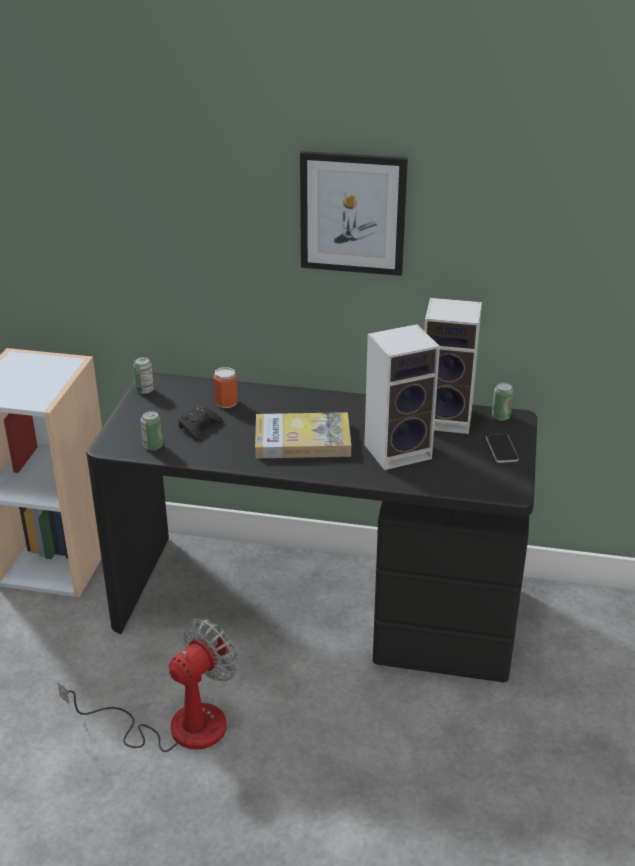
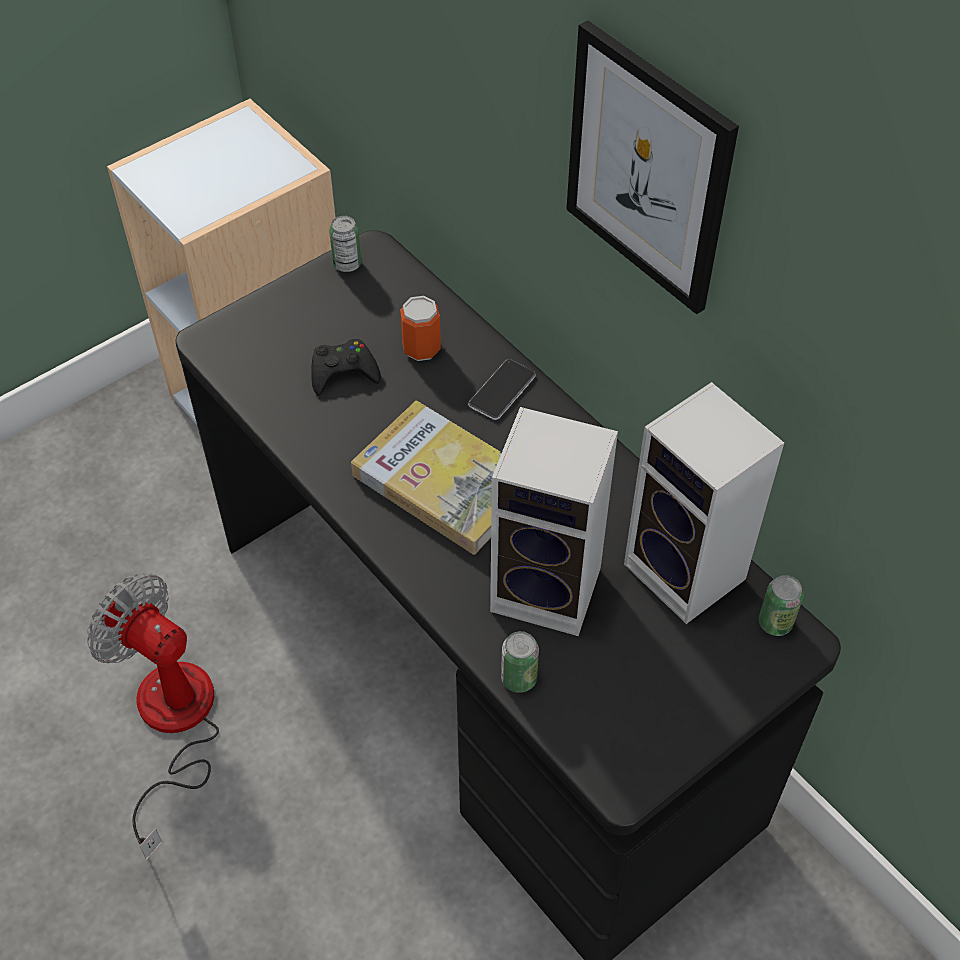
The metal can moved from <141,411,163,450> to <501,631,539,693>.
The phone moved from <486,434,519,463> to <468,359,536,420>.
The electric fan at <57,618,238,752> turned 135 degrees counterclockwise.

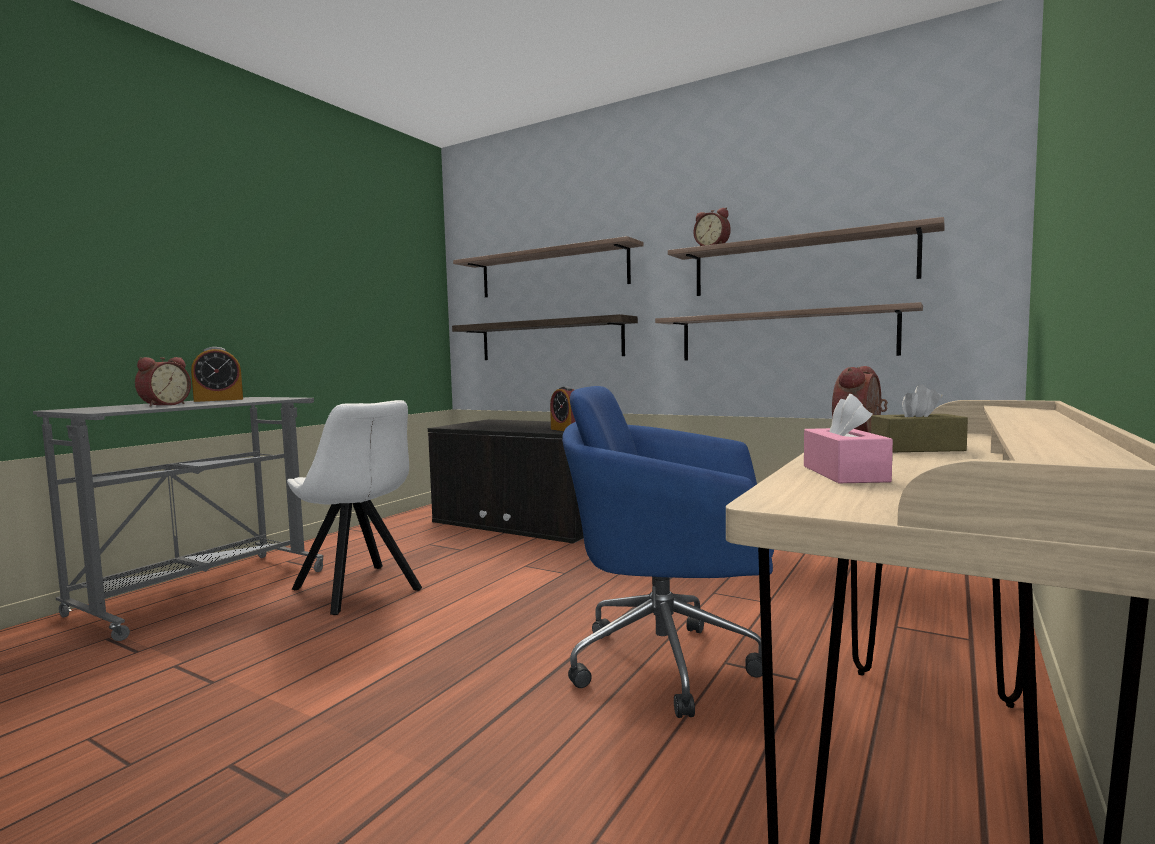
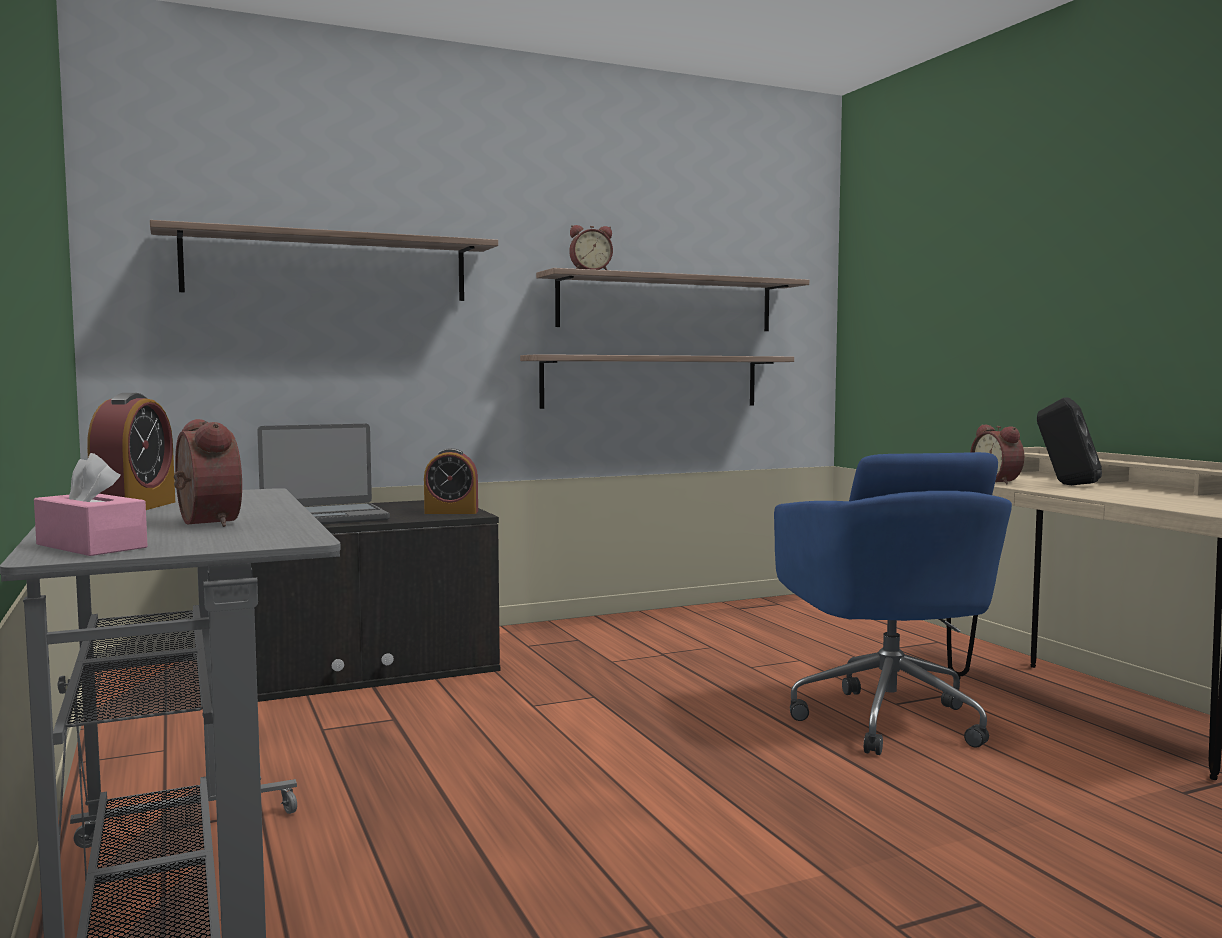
The bracket shelf at <452,314,638,360> disappeared.
The brown tissue box at <871,384,968,452> was replaced by the black audio speaker at <1037,397,1102,485>.
The blue computer chair at <562,386,774,718> turned 60 degrees counterclockwise.
The pink tissue box moved from <804,394,893,483> to <34,453,148,556>.
The white upright chair at <287,400,422,615> disappeared.
The portable computer at <257,424,390,524> appeared.

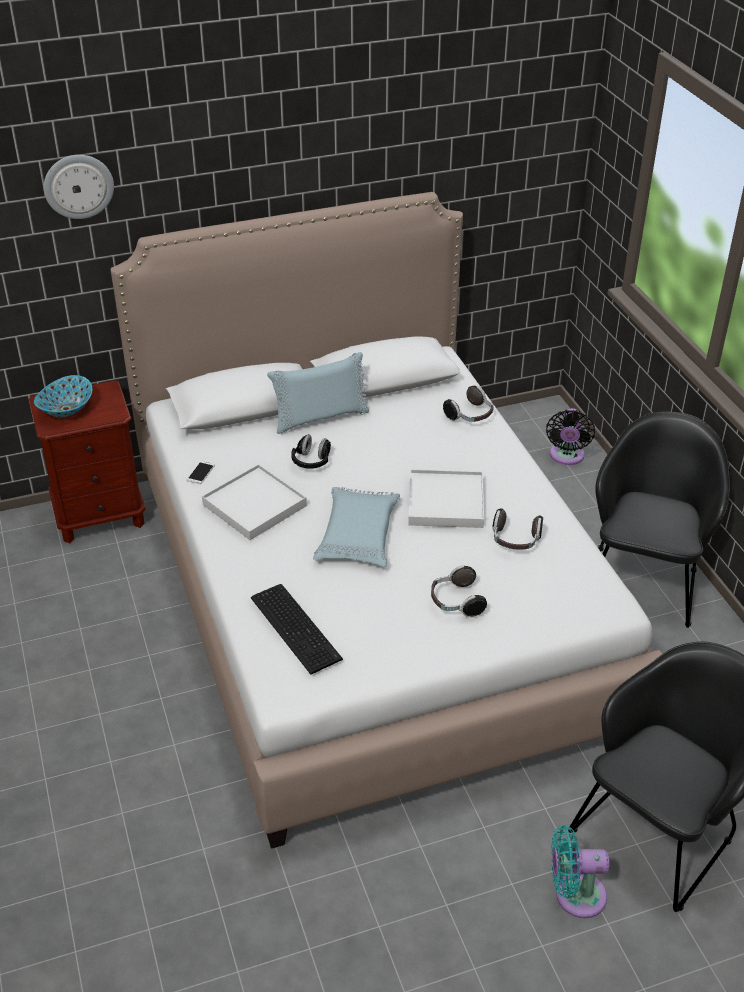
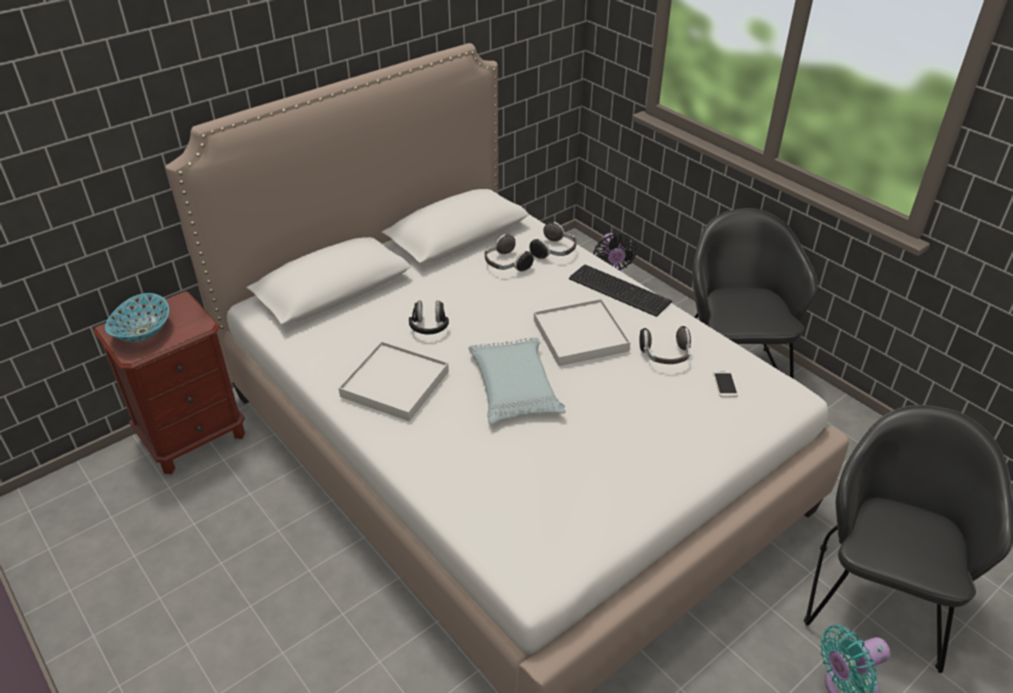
The hanging clock at <44,155,114,219> disappeared.
The blue cushion at <267,352,369,434> disappeared.
The phone moved from <187,461,215,484> to <713,371,738,397>.
The headset moved from <431,565,487,617> to <484,234,534,272>.
The PC keyboard moved from <251,584,343,675> to <569,264,672,317>.

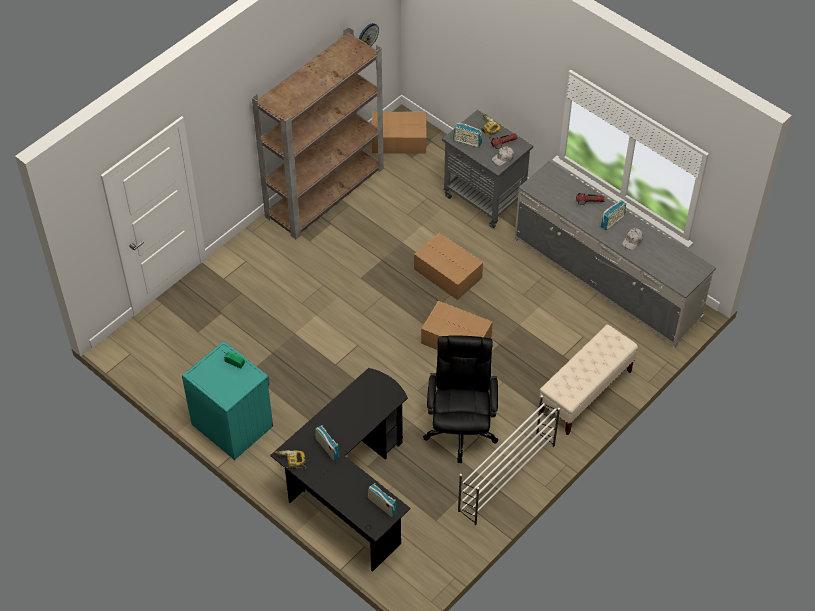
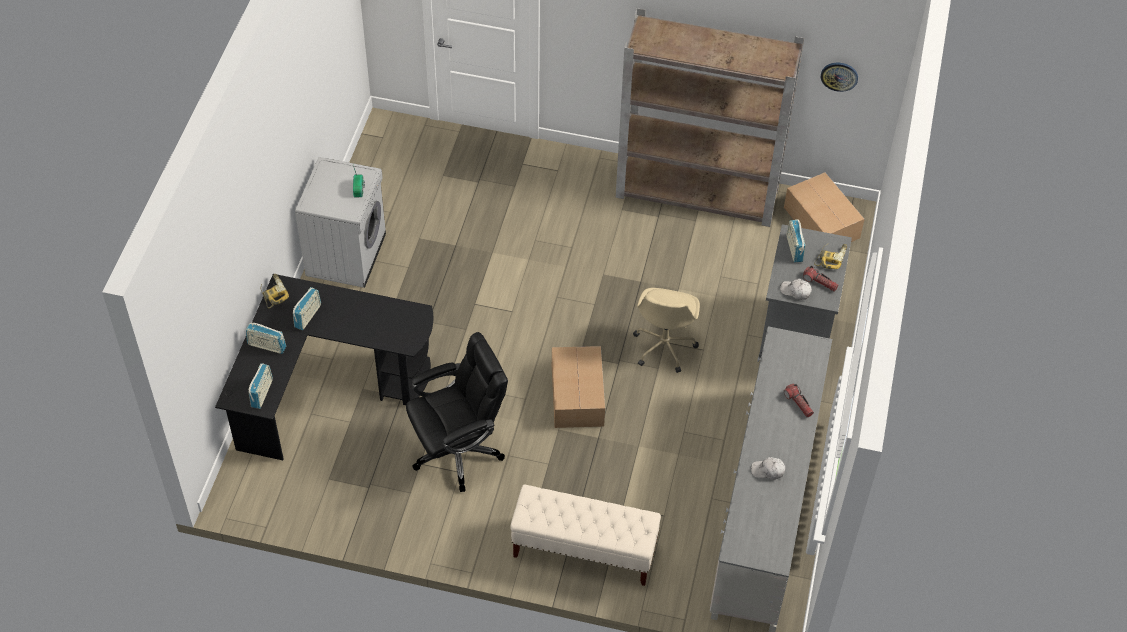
The radio receiver moved from <600,200,626,230> to <246,323,286,354>.
The packing box at <414,233,483,300> was replaced by the sand-coloured computer chair at <633,288,700,373>.
The turquoise washing machine at <182,341,273,460> became the white washing machine at <295,157,386,288>.
The white shoe rack at <458,395,560,526> disappeared.

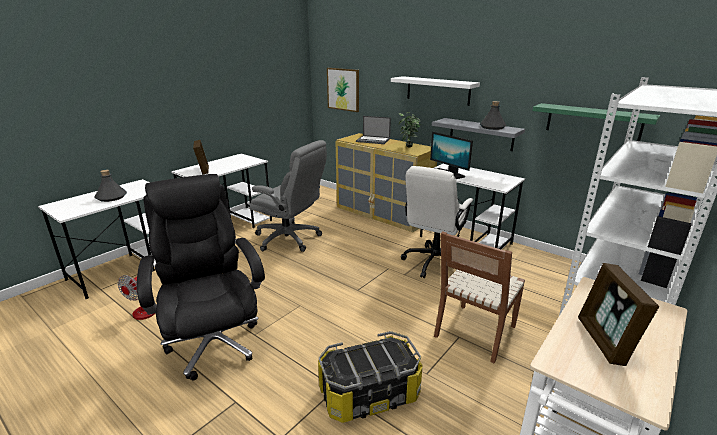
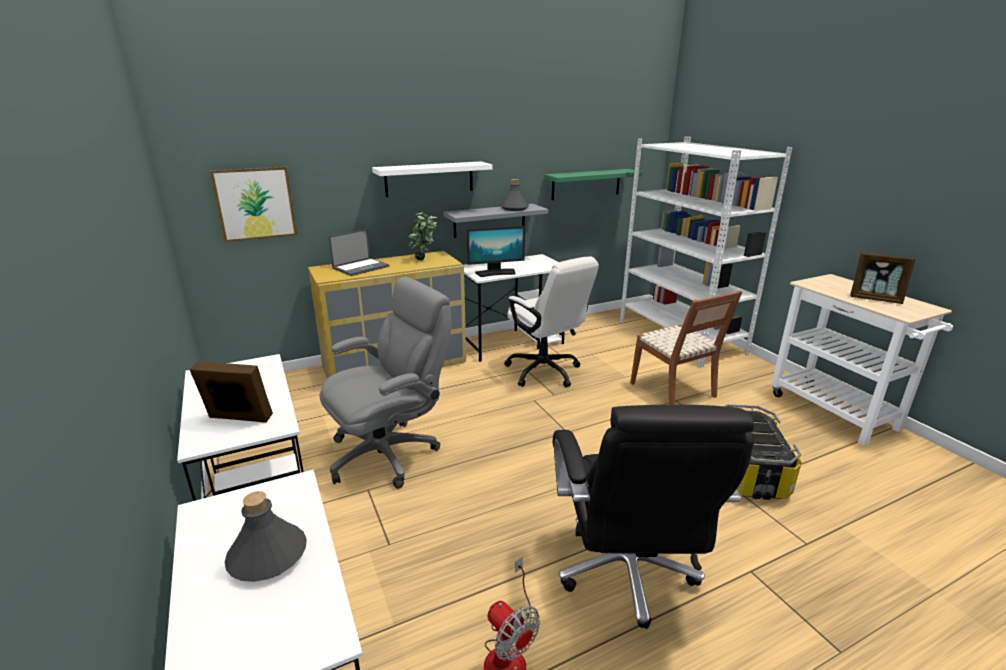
The black computer chair at <137,174,265,380> turned 90 degrees counterclockwise.

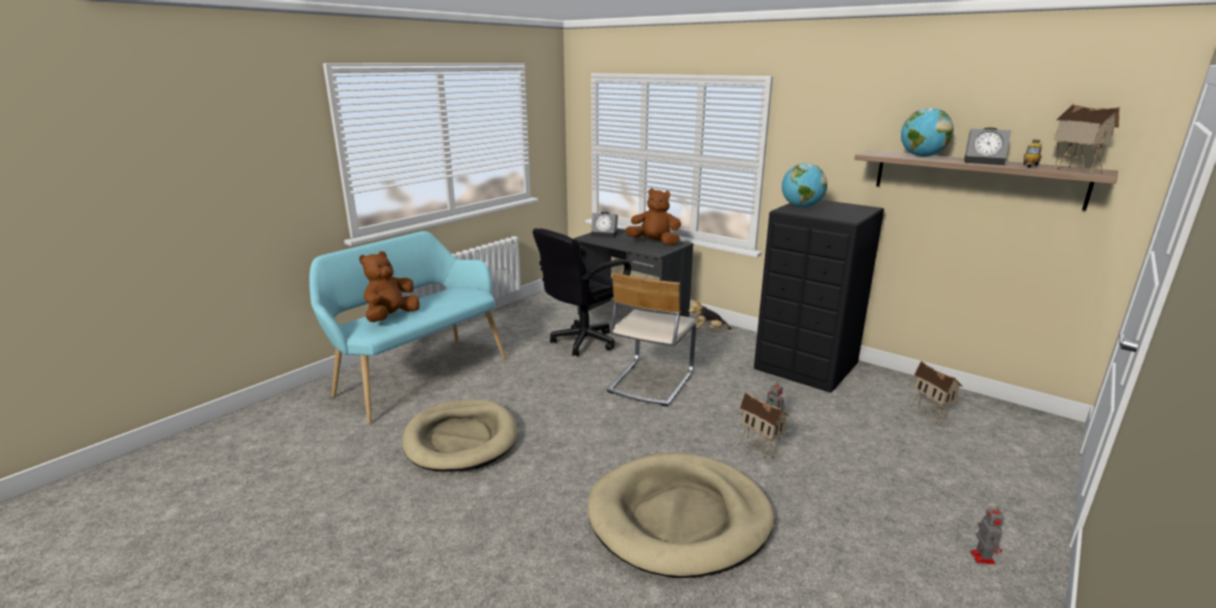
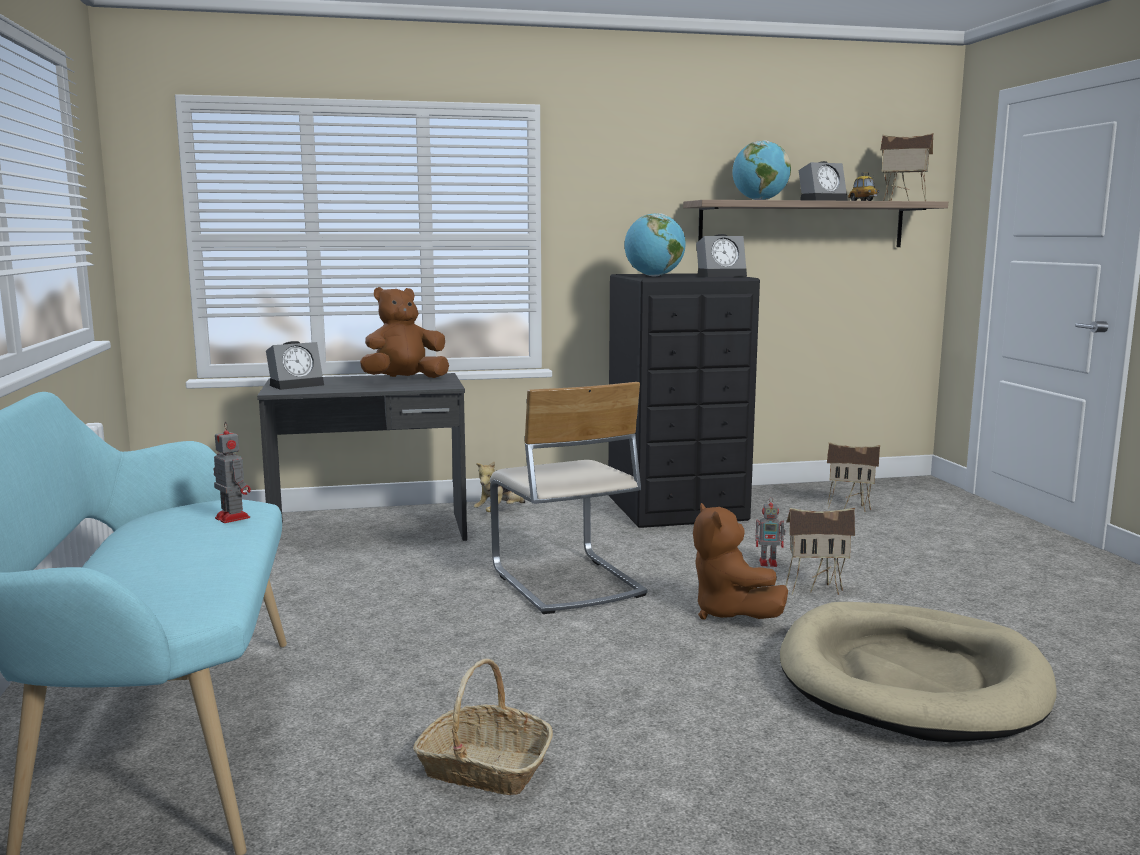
The black computer chair at <533,228,631,357> disappeared.
The brown cuddly toy moved from <359,251,420,322> to <693,503,788,620>.
The sand-coloured dog cushion at <403,399,517,472> was replaced by the basket at <413,659,553,795>.
The model robot moved from <970,506,1004,565> to <213,422,251,523>.
The bedside clock at <696,234,747,277> appeared.

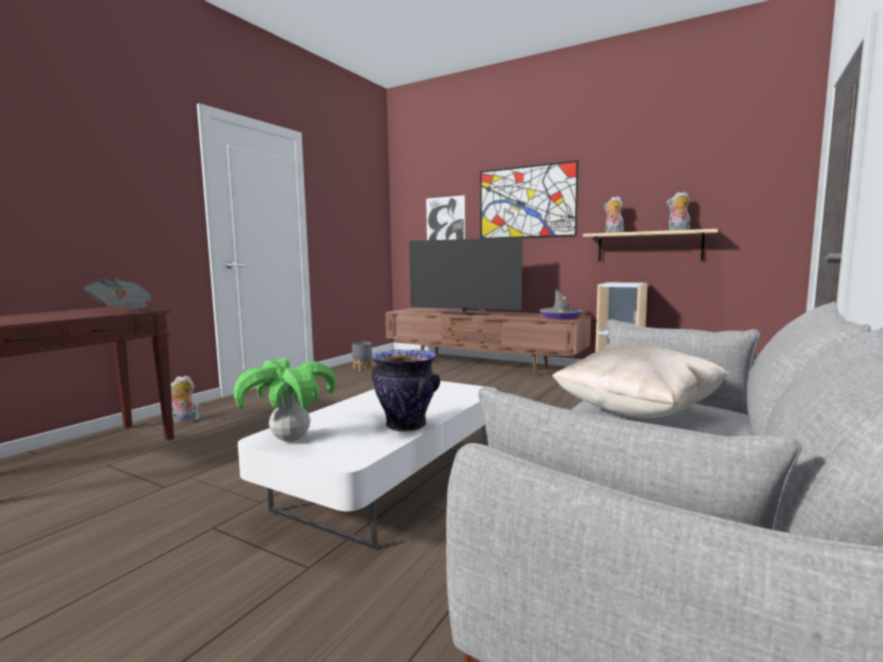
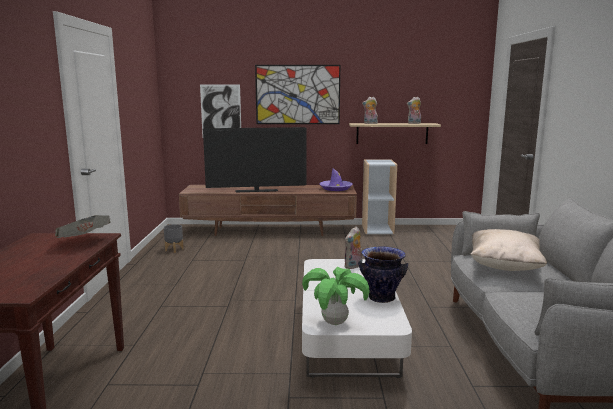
The gray wearable hat at <540,289,583,319> became the purplish wearable hat at <320,168,353,191>.
The cuddly toy moved from <171,375,199,423> to <345,226,363,269>.

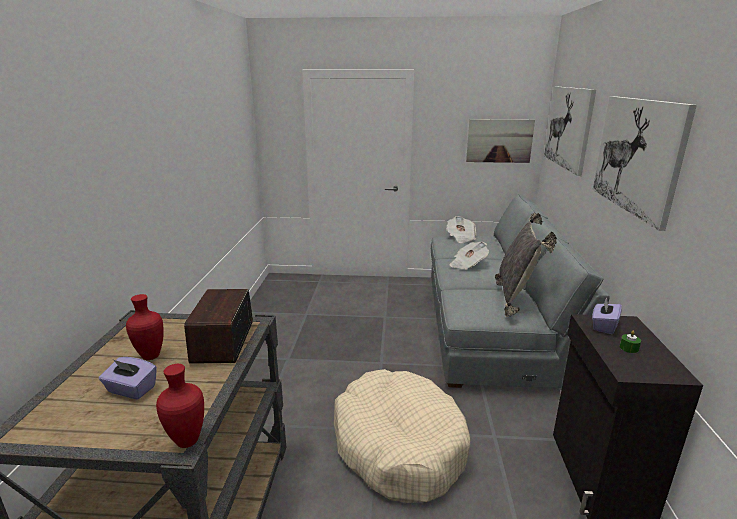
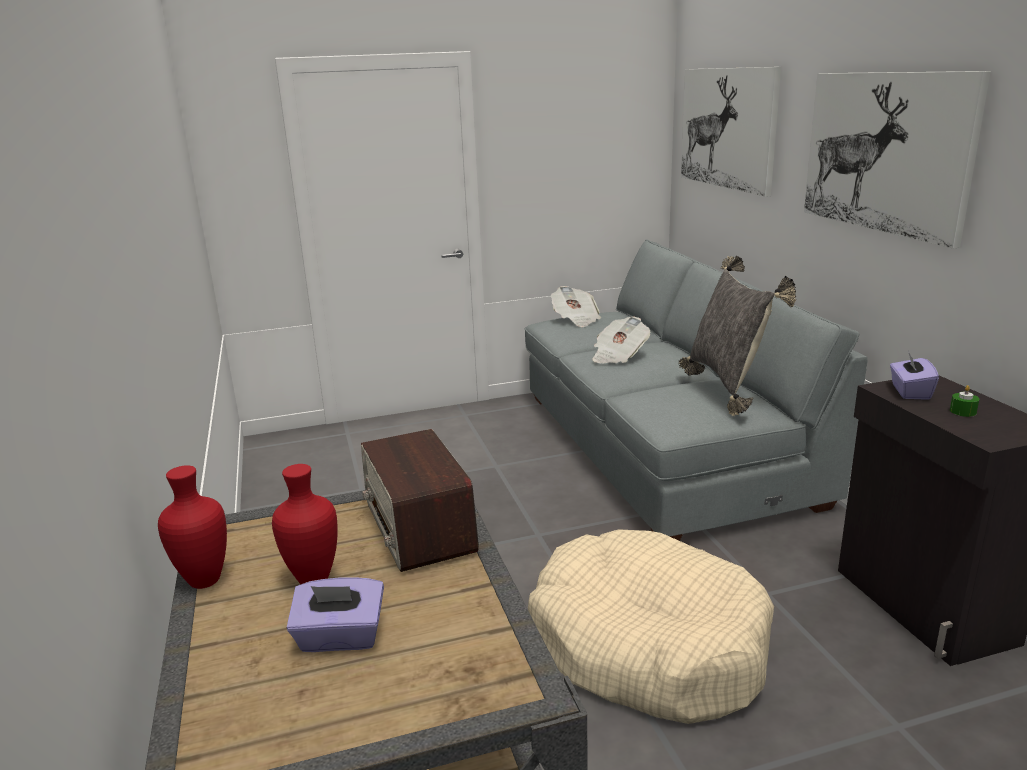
The wall picture at <466,119,535,163> disappeared.
The red-coloured vase moved from <156,364,204,448> to <158,465,227,589>.

